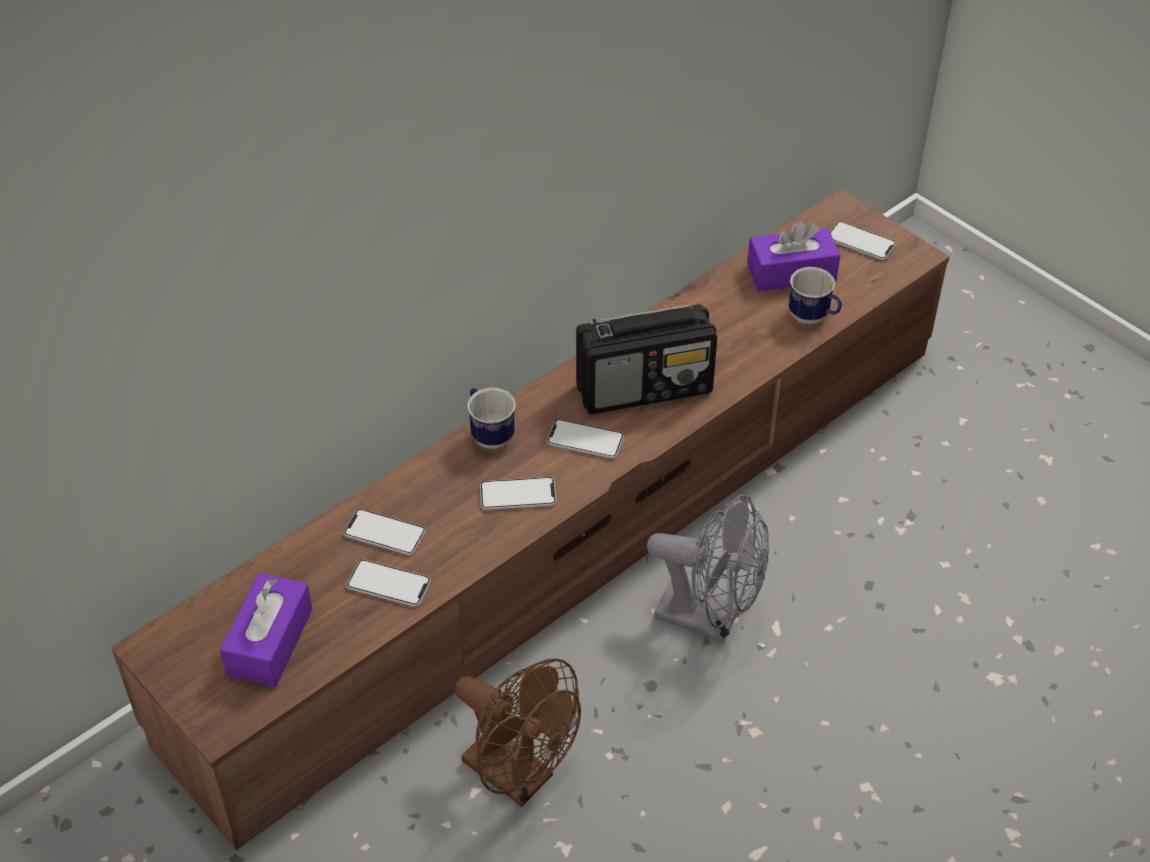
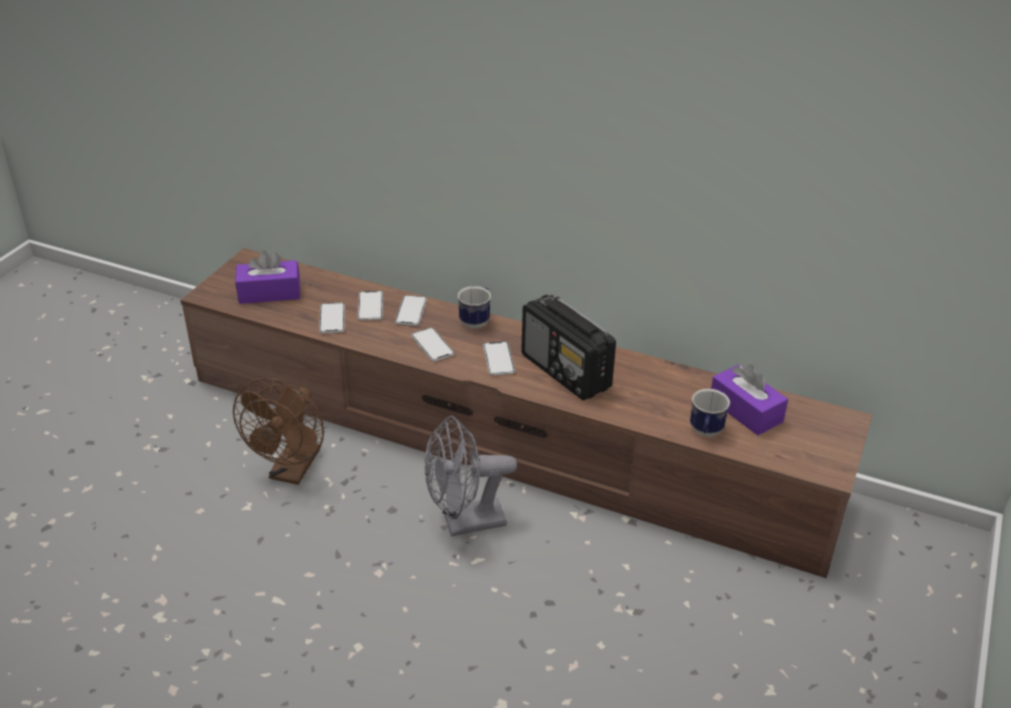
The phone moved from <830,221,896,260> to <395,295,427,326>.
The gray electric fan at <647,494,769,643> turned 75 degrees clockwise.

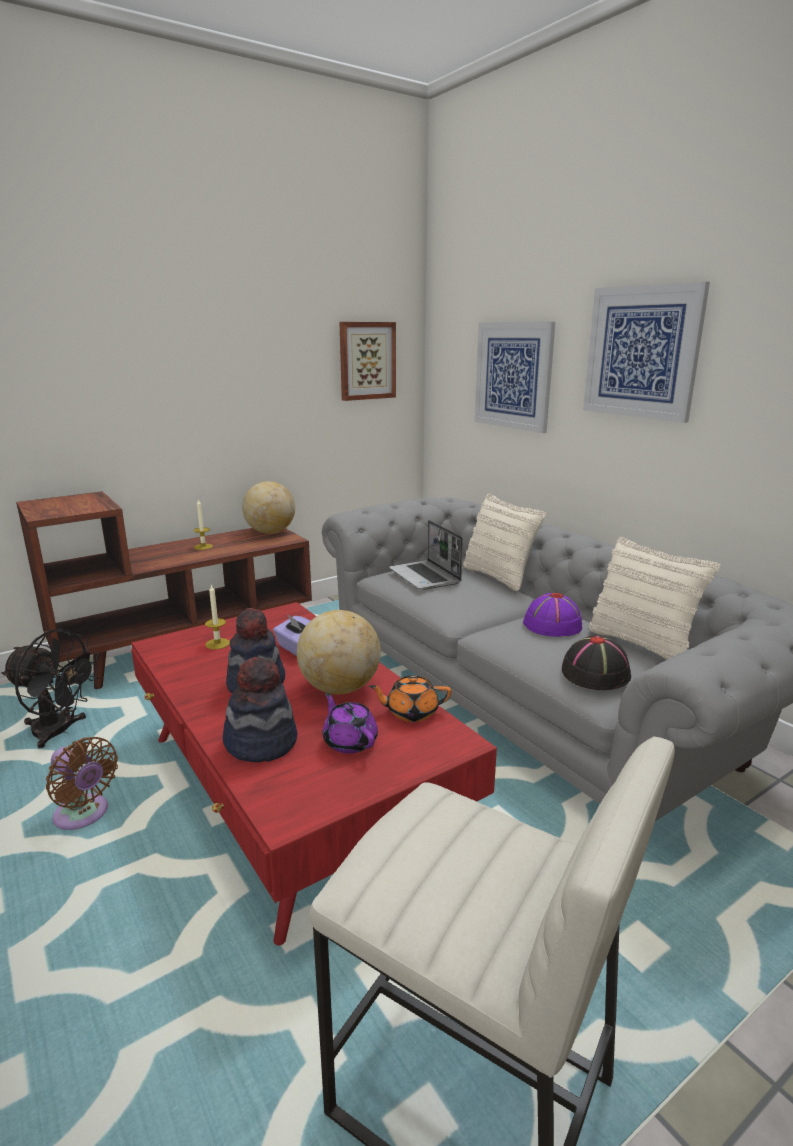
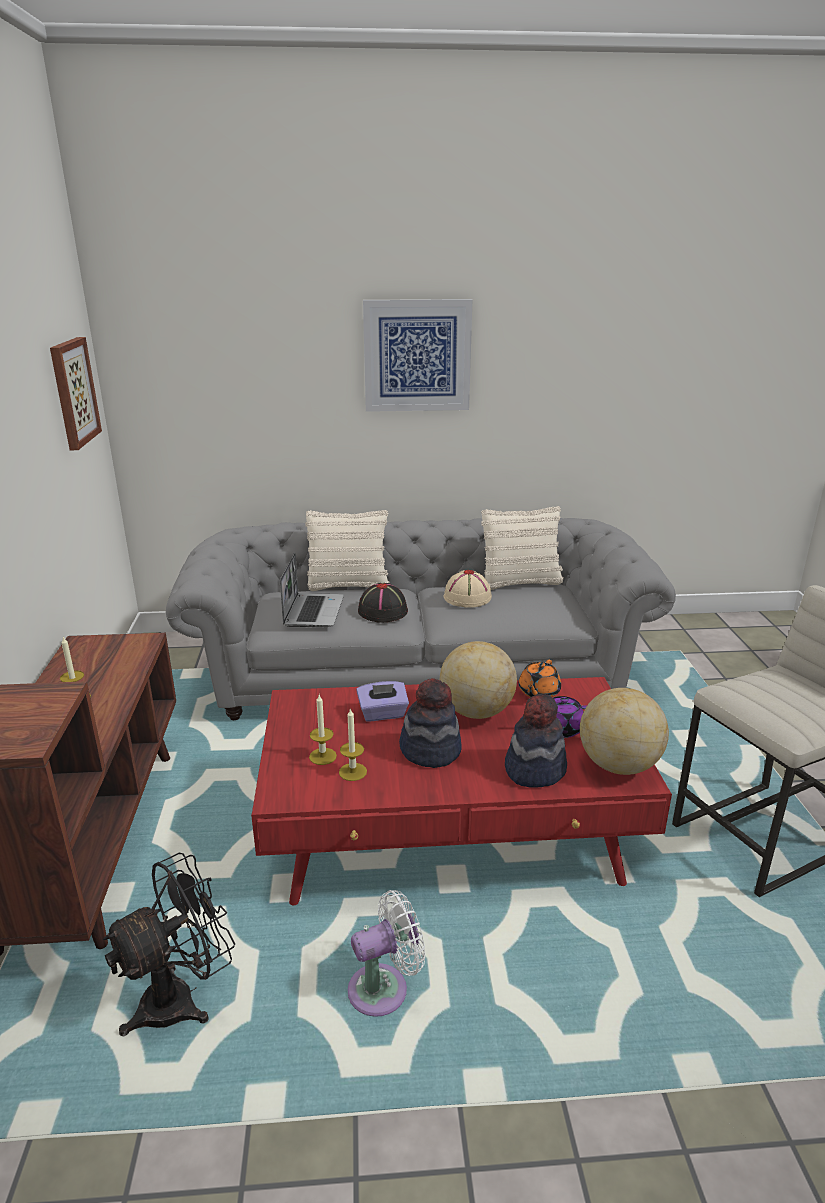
The wall picture at <475,322,555,433> disappeared.
The desk globe moved from <242,481,295,534> to <580,688,669,775>.
The portable computer at <389,520,463,590> turned 90 degrees counterclockwise.
The purplish wearable hat at <523,593,582,637> became the sand-coloured wearable hat at <443,570,492,608>.
The black wearable hat moved from <562,636,631,690> to <358,583,408,623>.
The brown electric fan at <46,737,118,830> became the white electric fan at <348,890,426,1017>.
The wax light at <339,708,367,781> appeared.

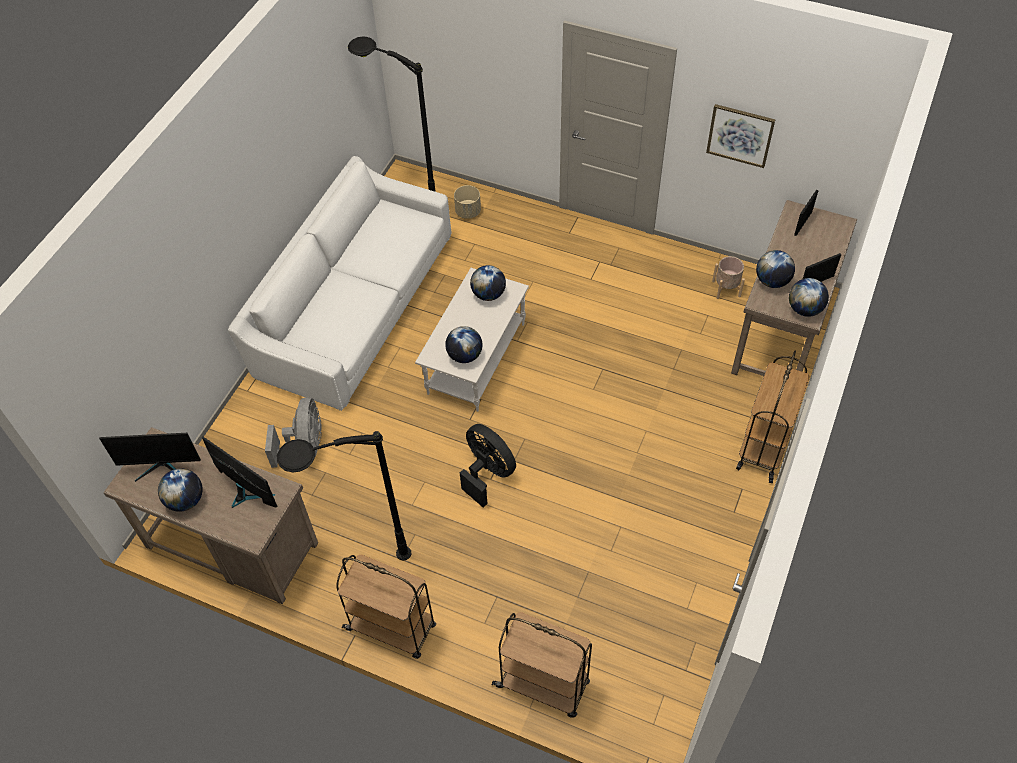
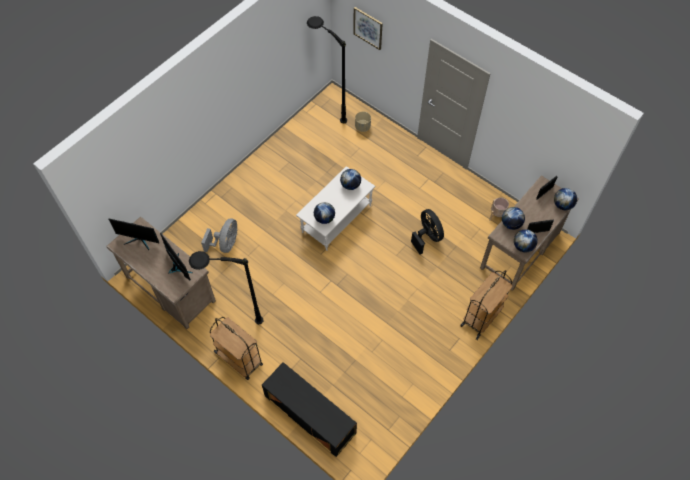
The wall picture moved from <706,104,775,168> to <353,7,383,50>.
The white settee at <228,156,452,411> disappeared.
The black electric fan moved from <460,424,516,508> to <411,209,444,255>.
The desk globe moved from <158,469,203,512> to <554,188,577,210>.
The brown cart at <492,612,592,718> was replaced by the black bench at <262,362,357,457>.

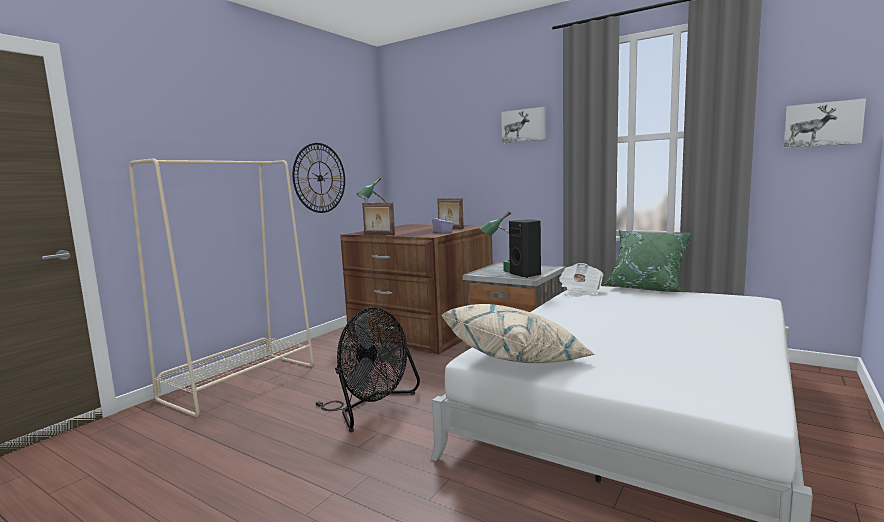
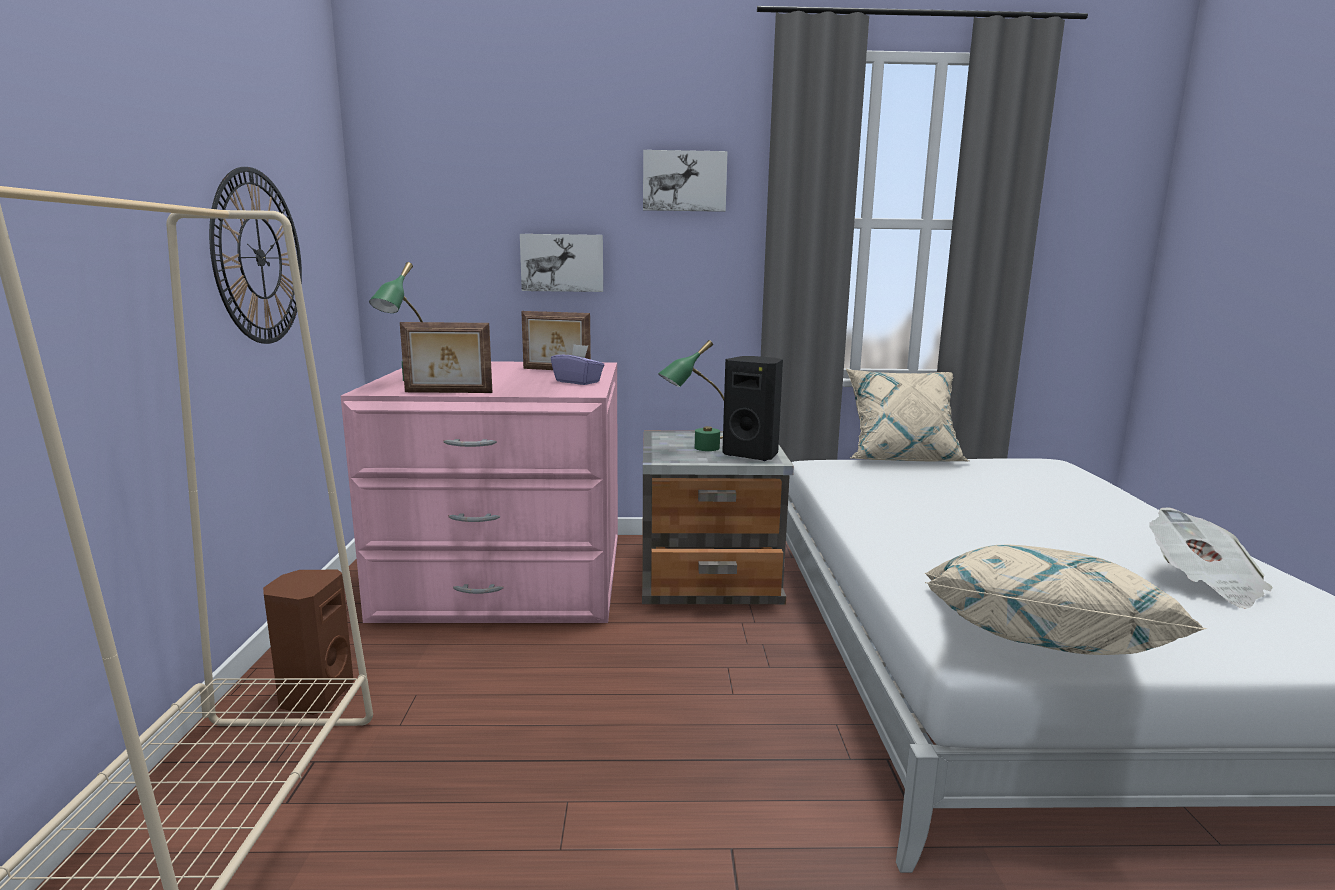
The wall picture moved from <784,98,866,148> to <520,234,603,292>.
The brown chest of drawers at <340,224,493,354> became the pink chest of drawers at <341,361,618,623>.
The green-coloured cushion at <604,230,692,292> became the sand-coloured cushion at <846,369,969,462>.
The newspaper moved from <559,263,603,297> to <1149,507,1273,609>.
The black electric fan at <316,308,420,432> disappeared.
The brown audio speaker at <263,570,354,715> appeared.

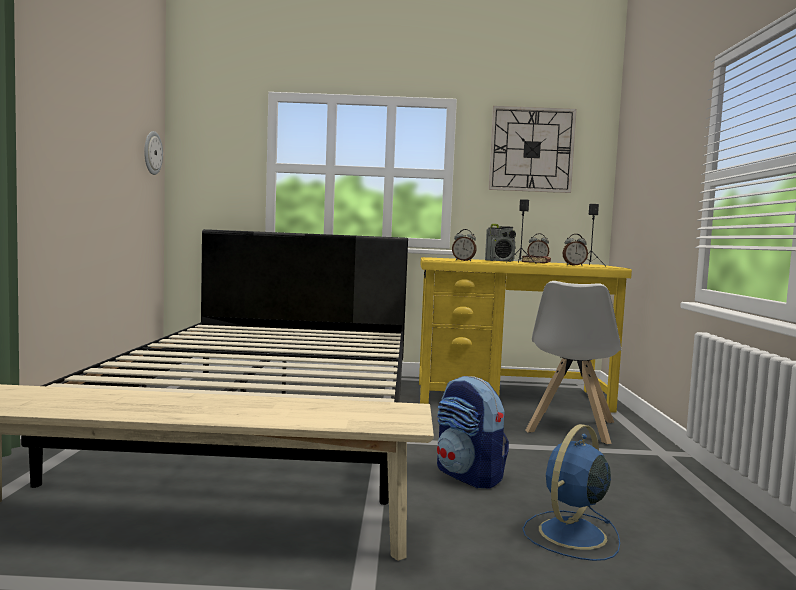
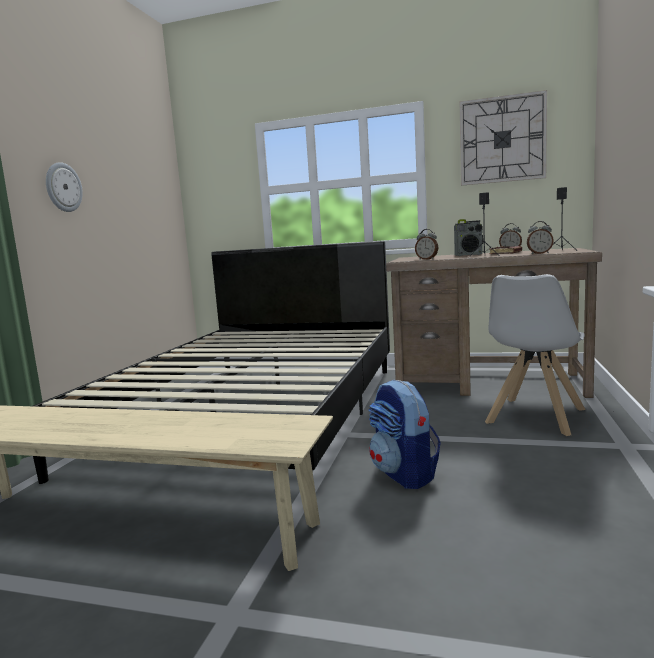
The hanging clock moved from <144,131,163,175> to <46,162,83,212>.
The yellow desk unit at <419,257,632,413> became the brown desk unit at <386,248,602,398>.
The blue electric fan at <522,424,620,561> disappeared.

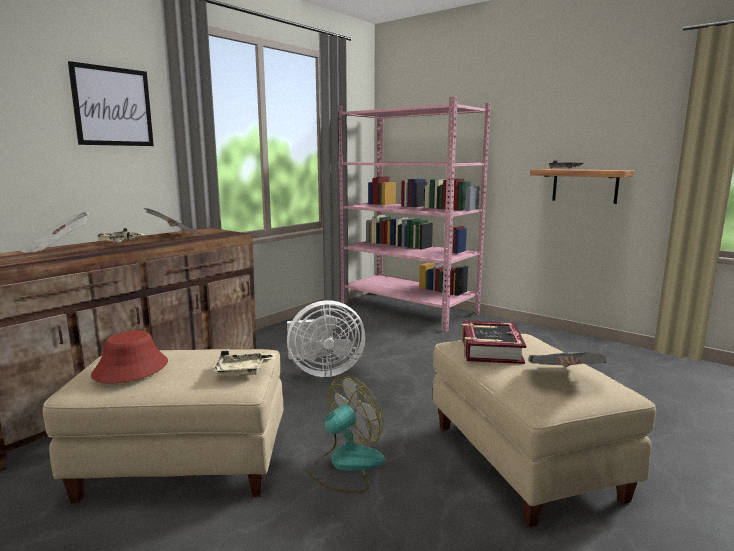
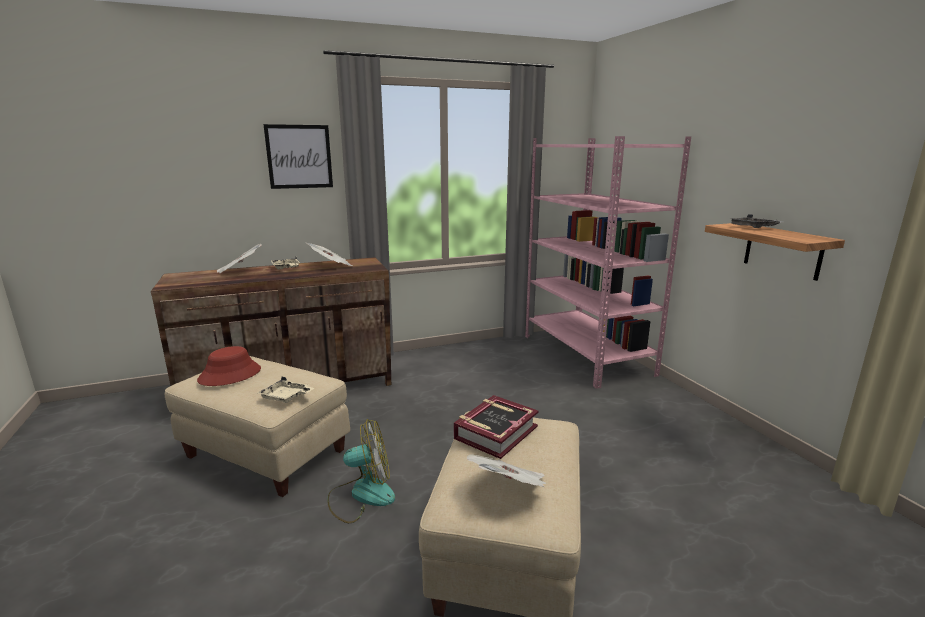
The white electric fan at <287,300,365,377> disappeared.

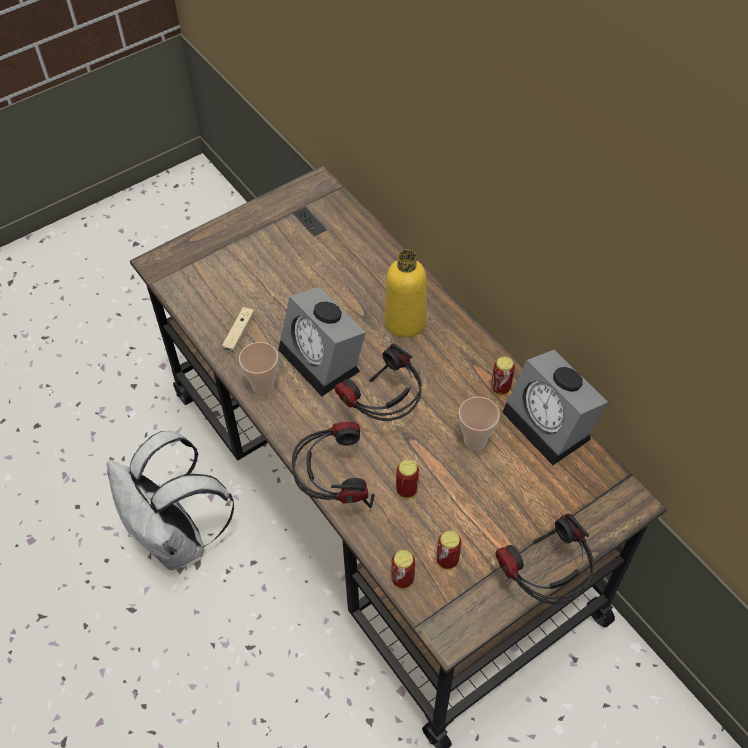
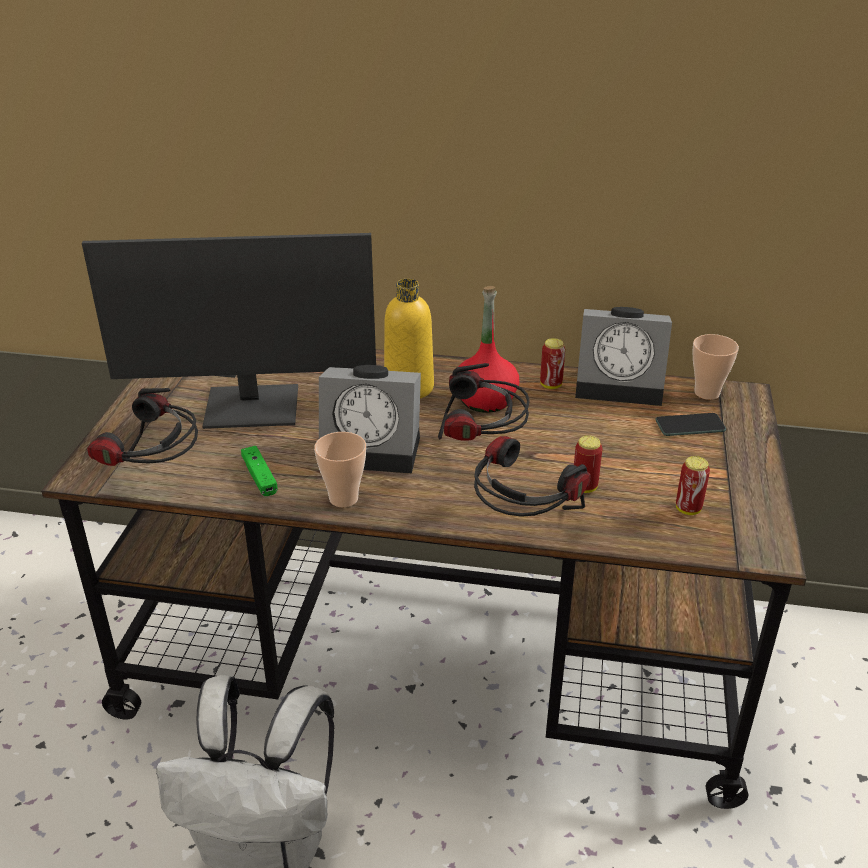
The sand-coloured joypad at <222,307,255,354> became the green-coloured joypad at <241,446,277,496>.
The cup moved from <459,397,500,451> to <692,334,739,400>.
The headset moved from <495,513,594,604> to <87,388,198,466>.
The metal can at <391,550,415,589> disappeared.
The computer display at <82,233,376,429> appeared.
The red-coloured beverage bottle at <458,286,519,413> appeared.
The phone at <655,413,726,436> appeared.

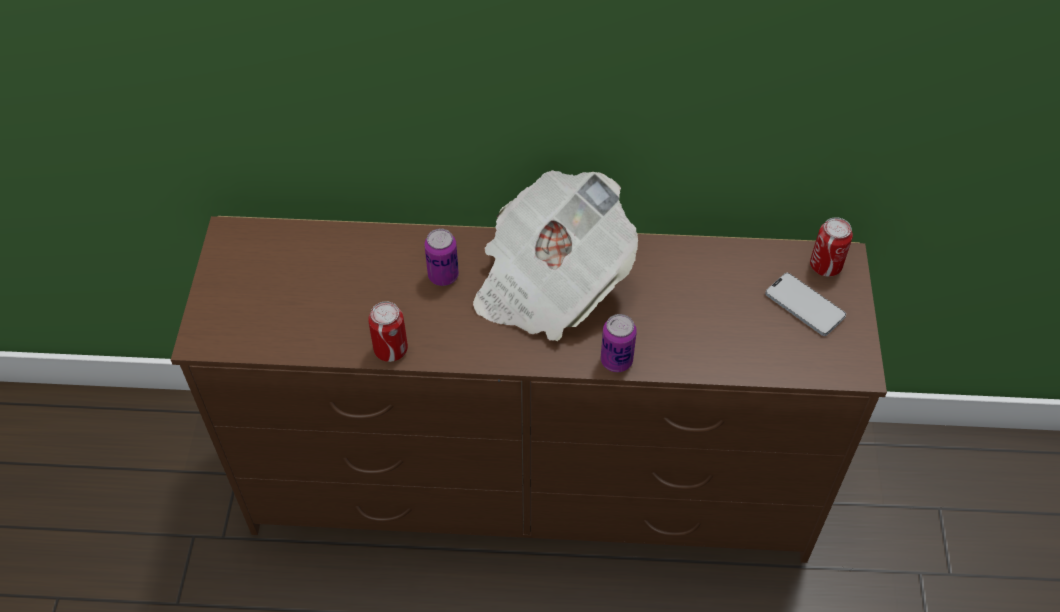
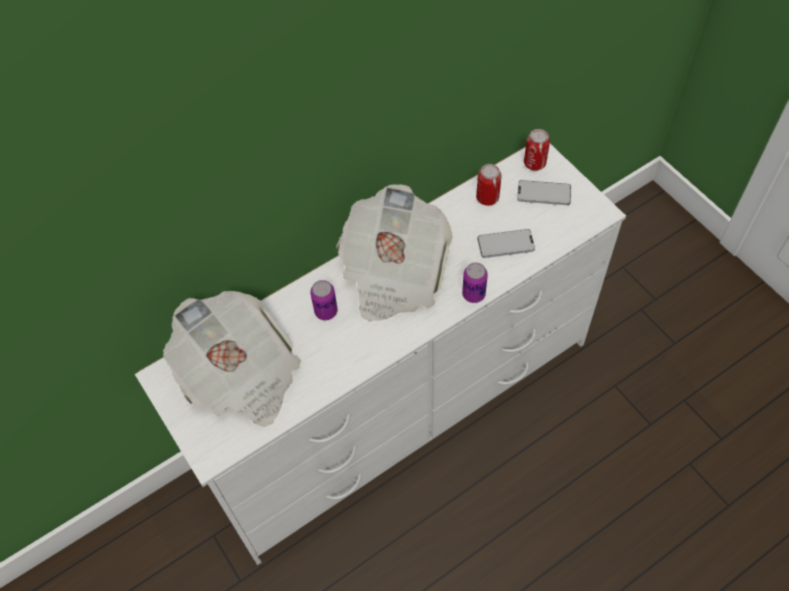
The brown chest of drawers at <171,216,887,563> became the white chest of drawers at <135,144,626,565>.
The metal can moved from <368,301,408,362> to <476,164,501,206>.
The phone at <477,229,535,258> appeared.
The newspaper at <163,291,301,427> appeared.

